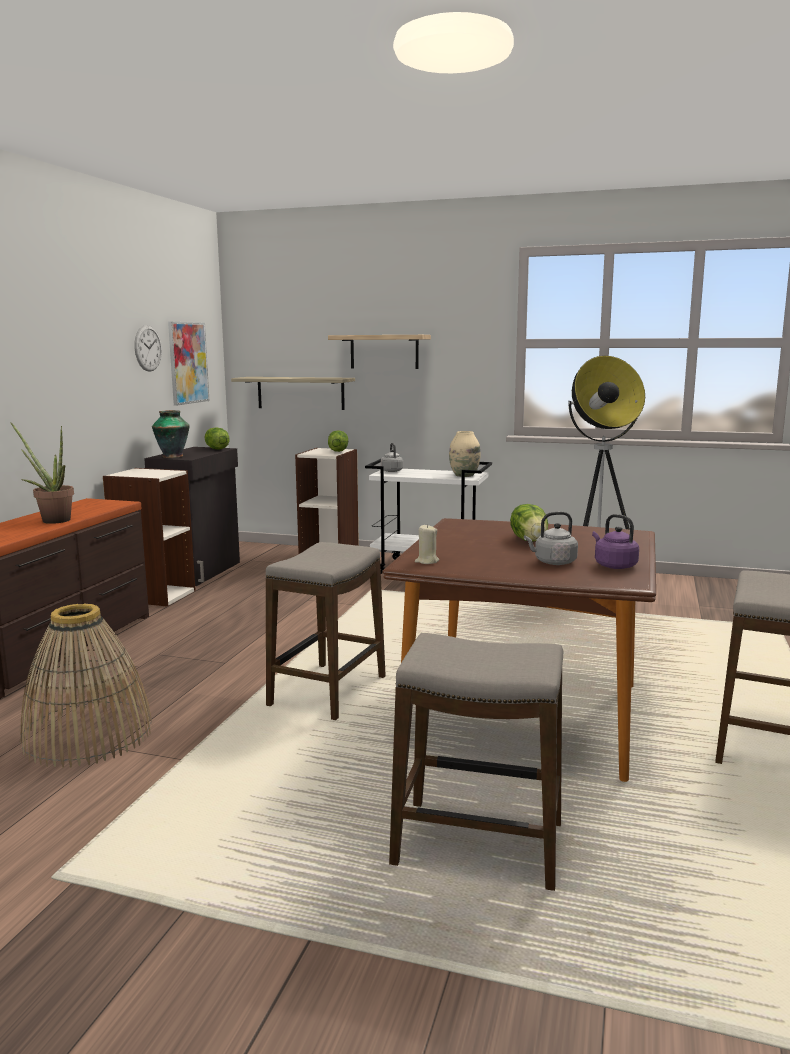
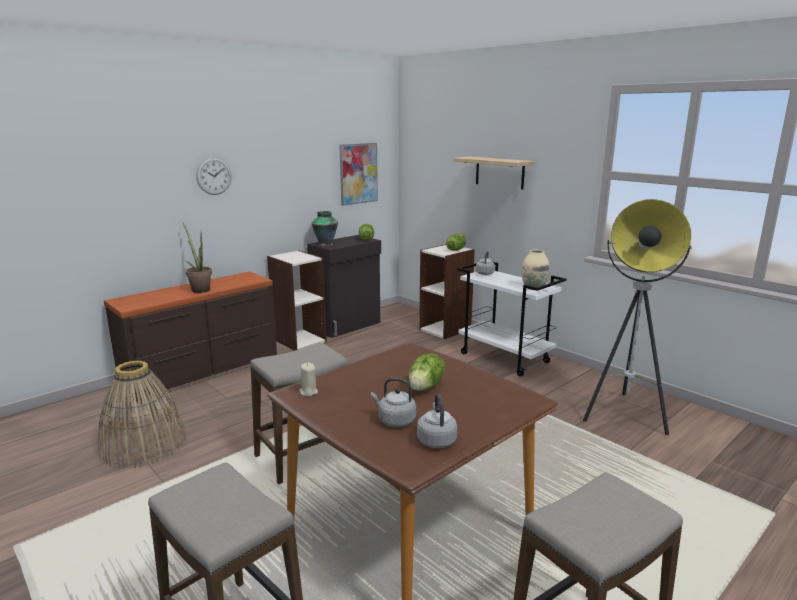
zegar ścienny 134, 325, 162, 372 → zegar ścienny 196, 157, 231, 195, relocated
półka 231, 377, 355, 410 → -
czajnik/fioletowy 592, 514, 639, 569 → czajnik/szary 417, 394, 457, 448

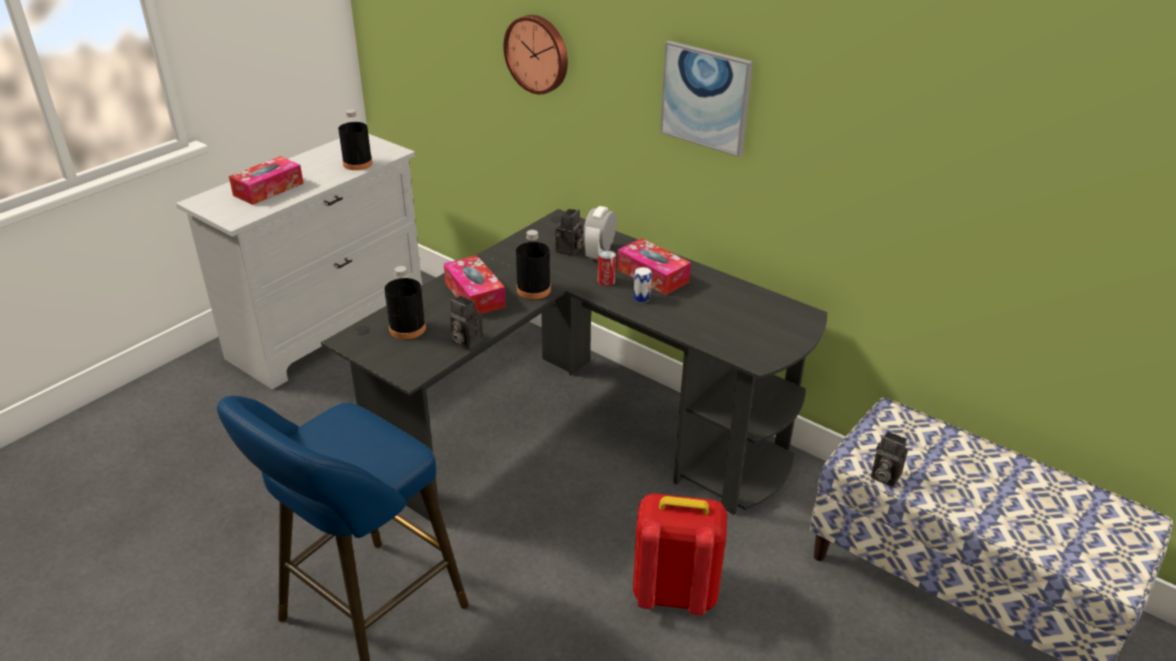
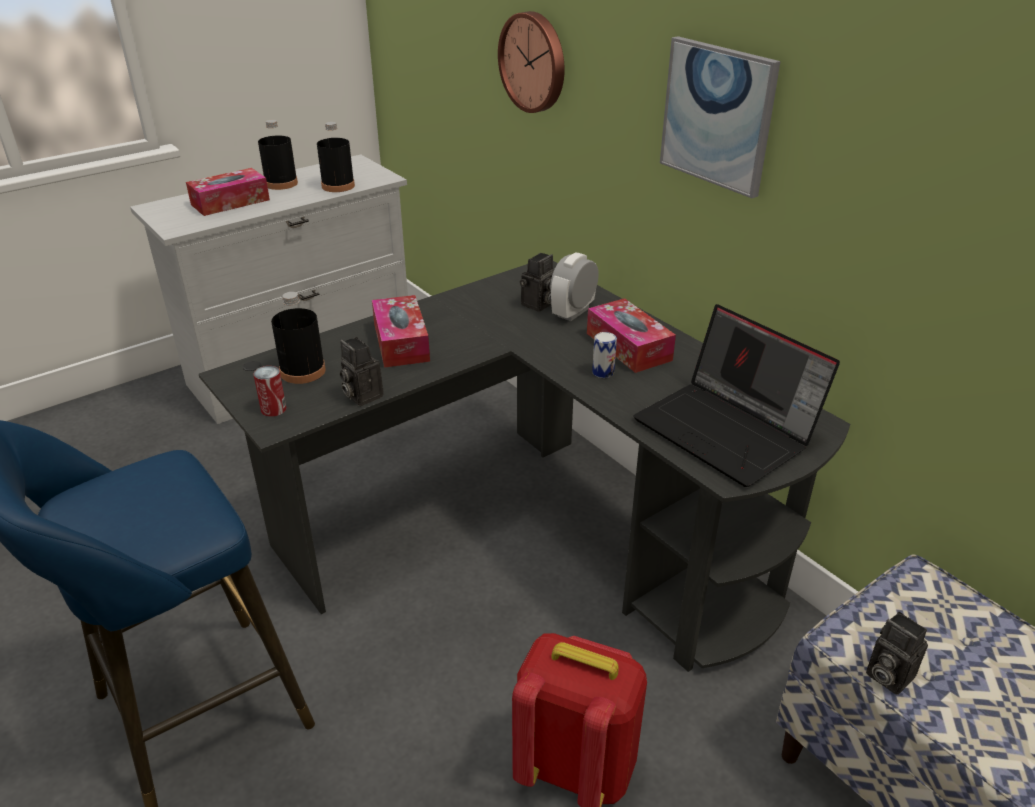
butelka/czarny 516, 230, 551, 299 → butelka/czarny 258, 120, 298, 190, relocated
puszka 598, 250, 616, 286 → puszka 253, 366, 287, 417, relocated
- → laptop 633, 304, 840, 487

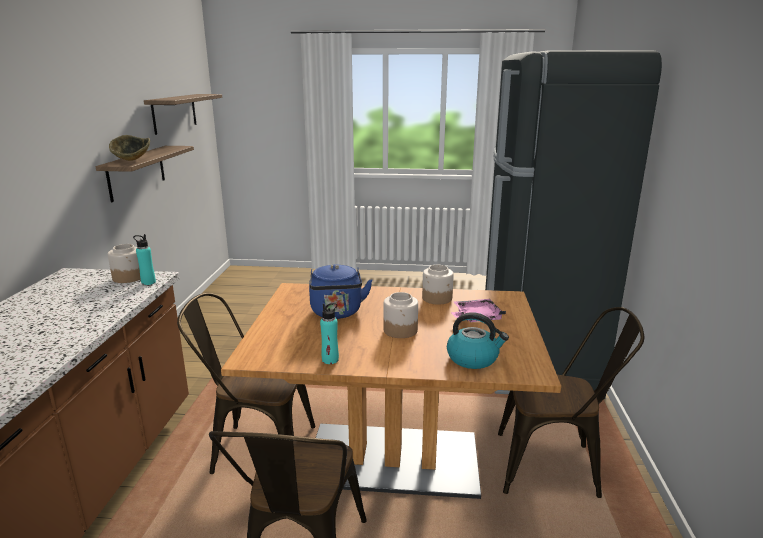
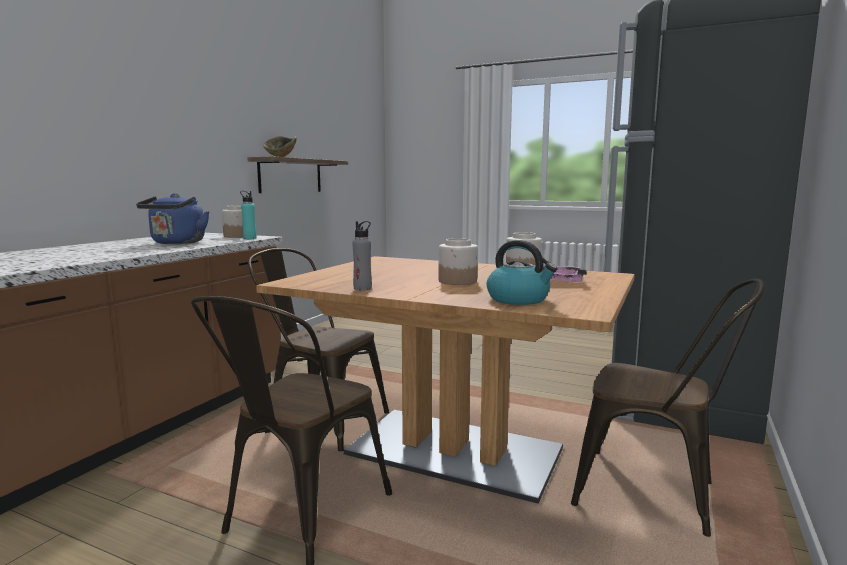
półka 144, 94, 222, 135 → -
czajnik/niebieski 309, 264, 373, 319 → czajnik/niebieski 136, 193, 209, 244, relocated
butelka/turkusowy 320, 303, 339, 364 → butelka/szary 352, 221, 372, 290

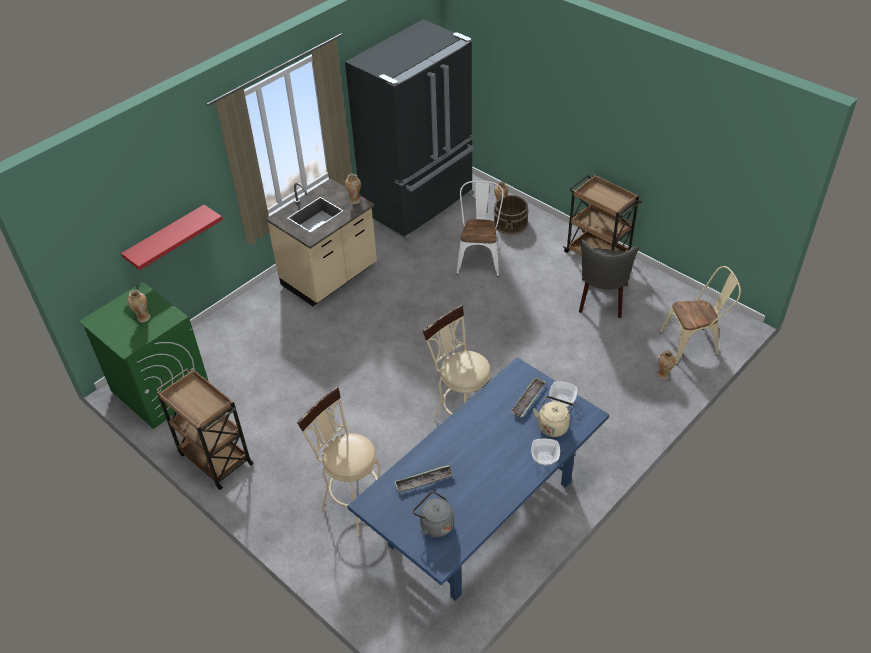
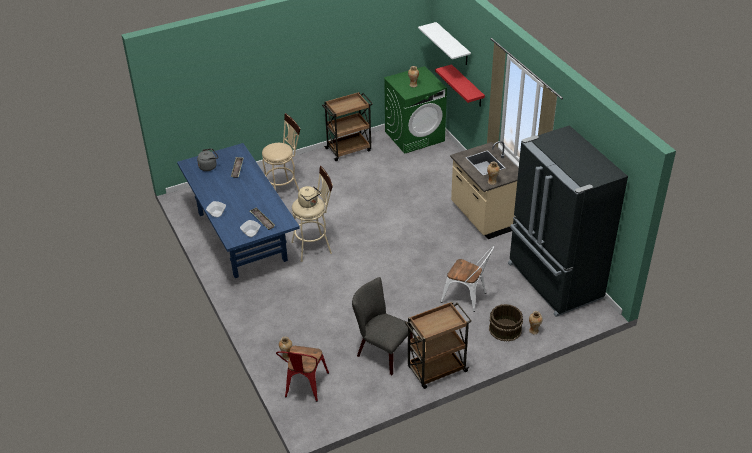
czajnik/beżowy 533, 396, 574, 437 → czajnik/beżowy 298, 186, 321, 208, relocated
krzesło/beżowy 659, 266, 741, 365 → krzesło/czerwony 276, 346, 329, 402
- → półka/biały 418, 22, 471, 65

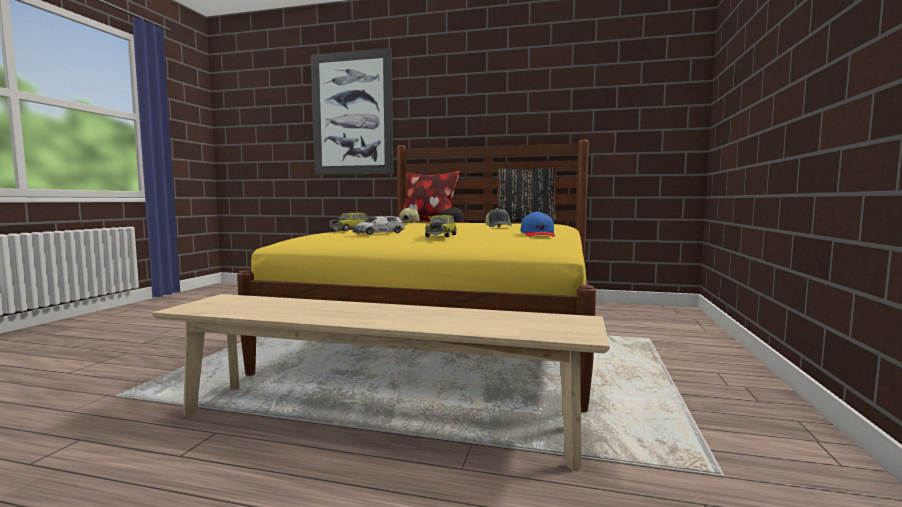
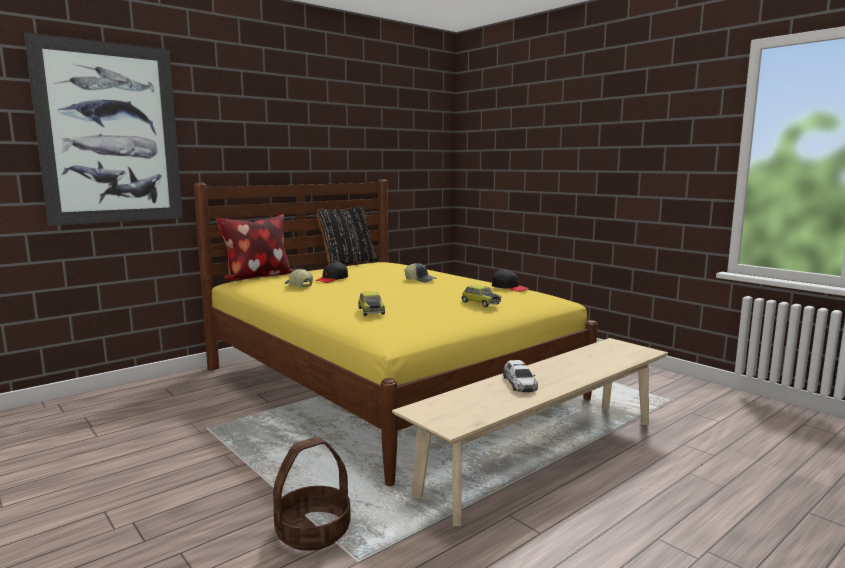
samochodzik 352, 216, 405, 235 → samochodzik 503, 360, 538, 392, relocated
czapka z daszkiem/niebieski 521, 211, 555, 237 → czapka z daszkiem/czarny 492, 269, 530, 292
- → koszyk 273, 437, 351, 551

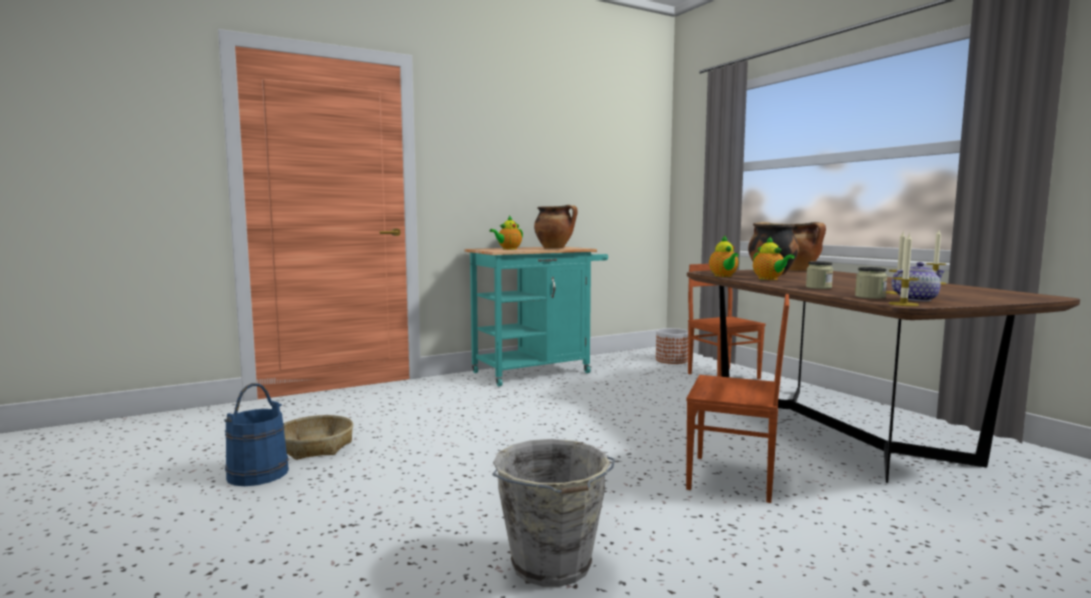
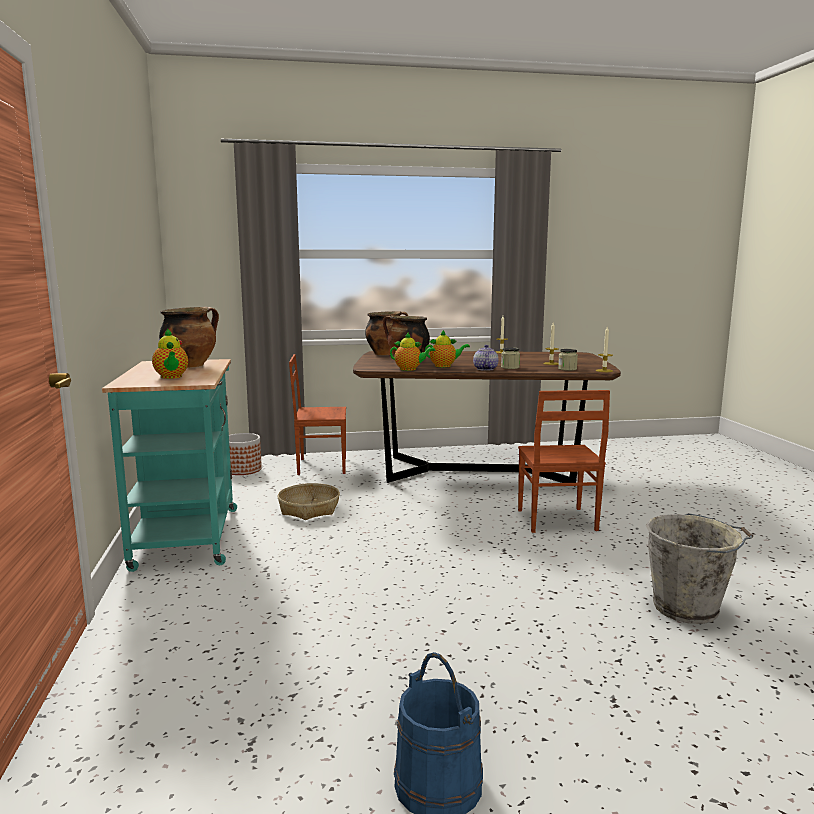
koszyk 284, 415, 353, 460 → koszyk 277, 483, 340, 520, relocated
krzesło/brązowy 686, 294, 789, 503 → krzesło/brązowy 518, 390, 610, 533, 135 degrees clockwise
imbryk 891, 262, 945, 301 → imbryk 473, 345, 498, 371, relocated

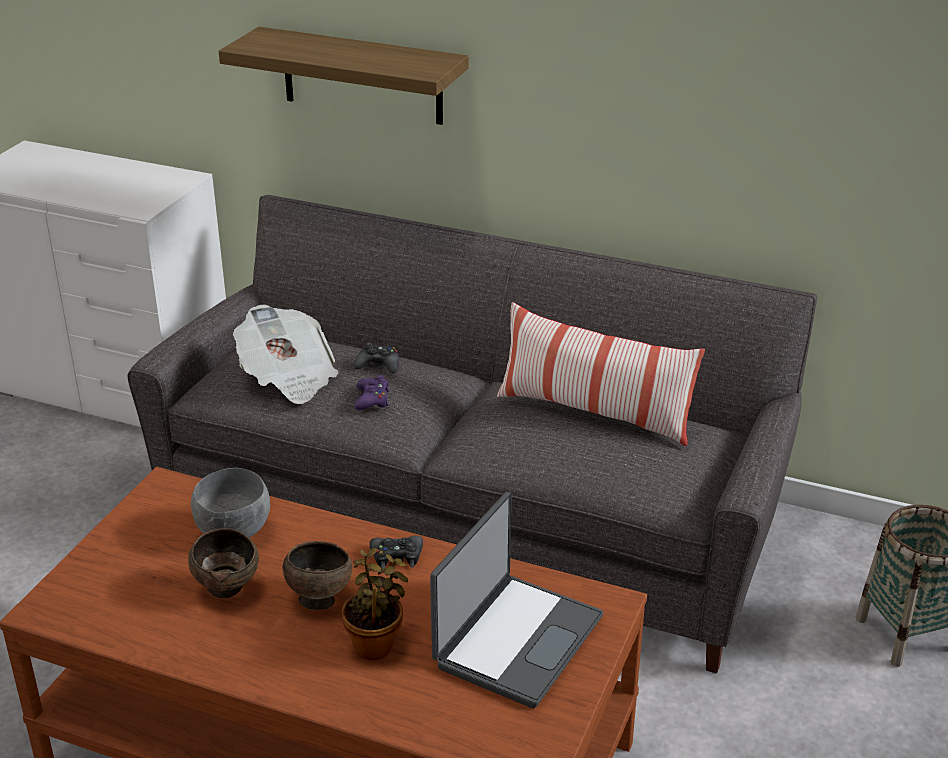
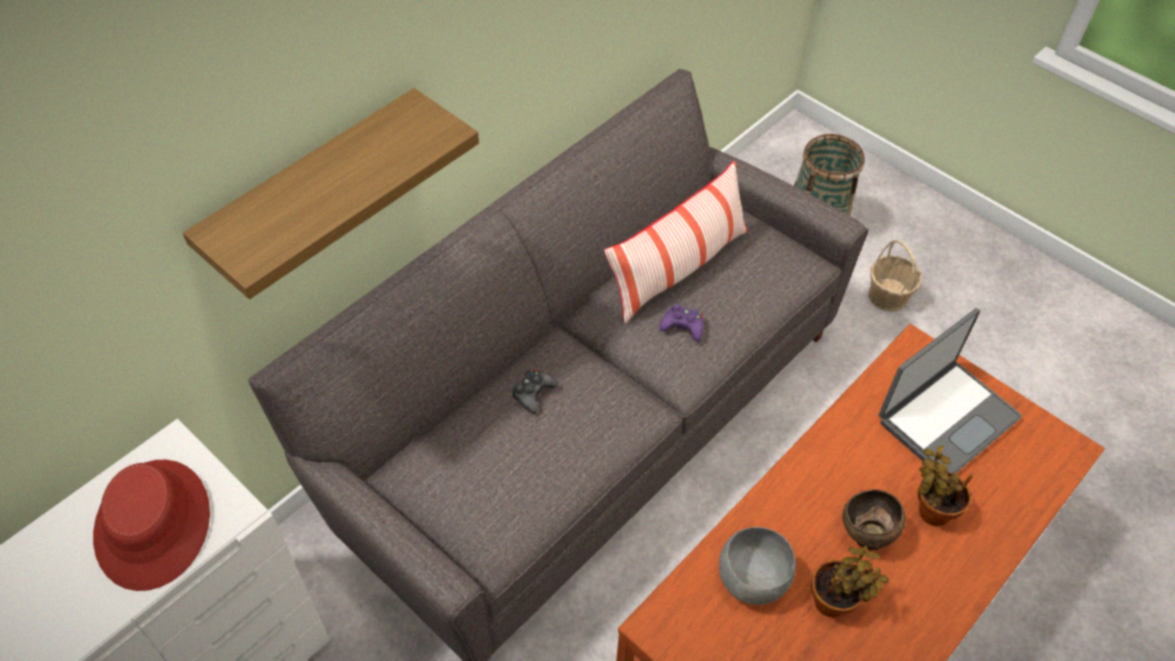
miska/brązowy 188, 528, 259, 598 → roślina doniczkowa 811, 546, 889, 617
gazeta 233, 305, 338, 404 → -
pad do gier/fioletowy 354, 375, 390, 410 → pad do gier/fioletowy 660, 304, 704, 341, relocated
pad do gier/czarny 369, 536, 423, 569 → -
laptop 430, 492, 603, 708 → laptop 879, 308, 1022, 474, 90 degrees clockwise
- → kapelusz/czerwony 93, 460, 210, 591
- → koszyk 868, 240, 922, 312

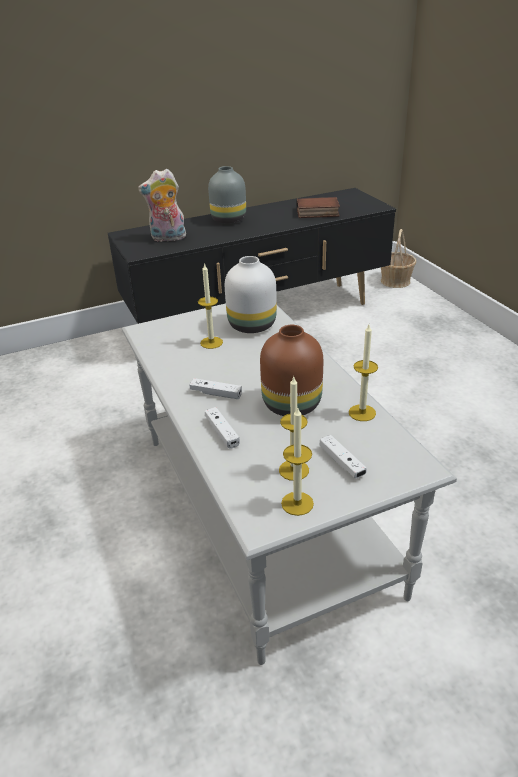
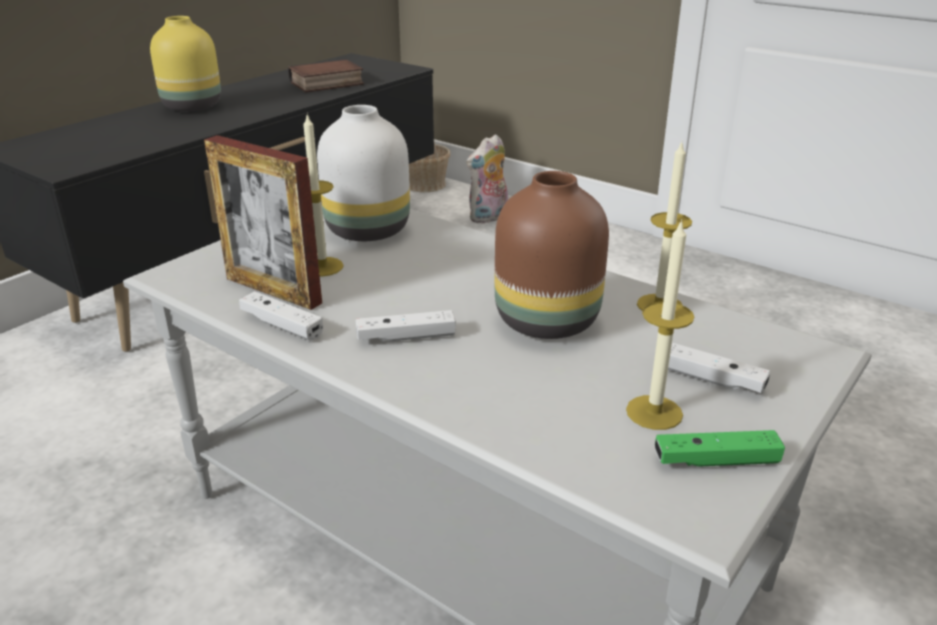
pluszak 138, 169, 186, 242 → pluszak 466, 134, 508, 224, relocated
pad do gier/biały 205, 407, 240, 449 → pad do gier/biały 239, 291, 323, 341, relocated
wazon/szary 208, 166, 246, 224 → wazon/żółty 150, 16, 221, 111
świeca 281, 406, 314, 516 → pad do gier/zielony 655, 430, 785, 466
- → ramka na zdjęcie 204, 135, 322, 310

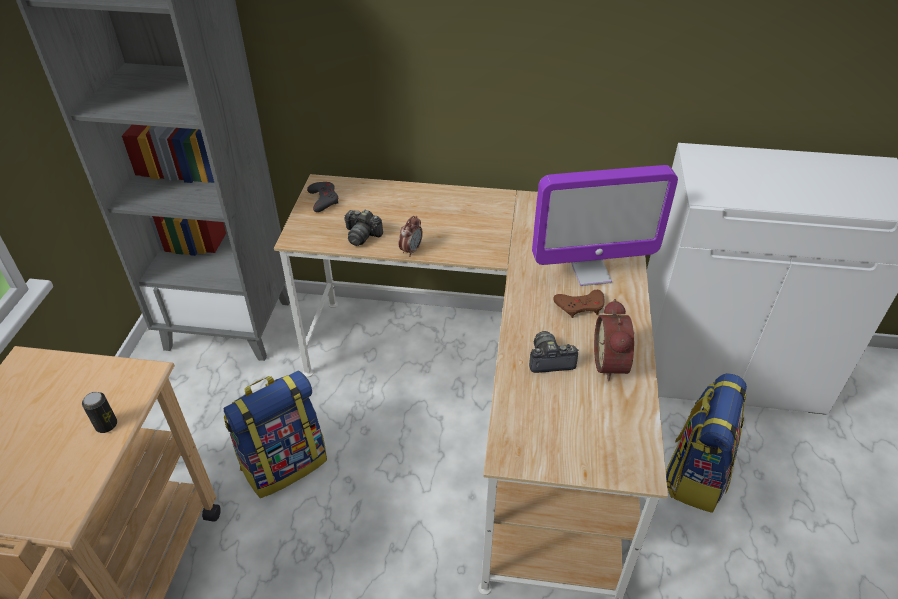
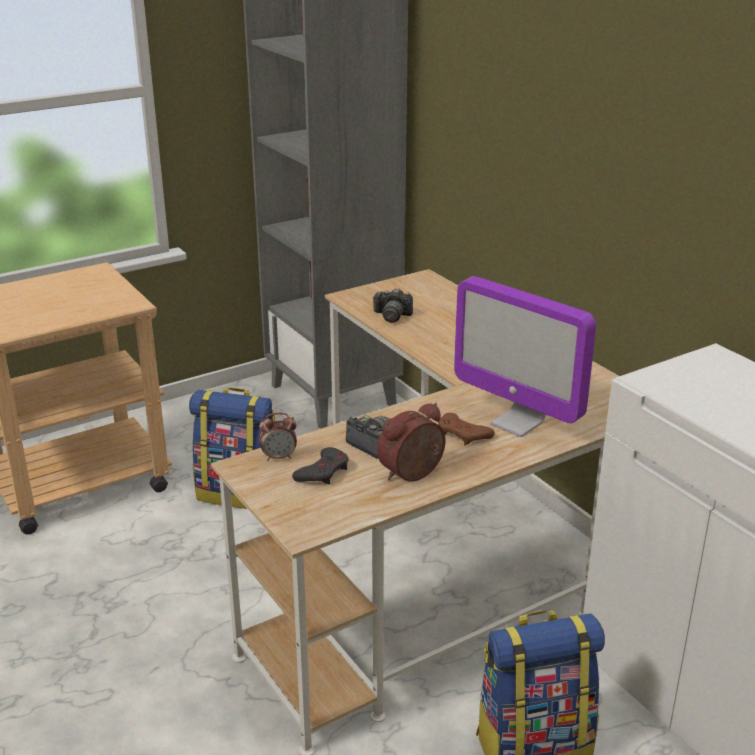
puszka 82, 392, 117, 433 → -
pad do gier/szary 307, 182, 338, 212 → pad do gier/szary 292, 447, 349, 485, relocated
aparat fotograficzny 344, 209, 383, 246 → aparat fotograficzny 372, 288, 413, 322, 60 degrees counterclockwise
budzik 398, 216, 423, 257 → budzik 259, 413, 297, 461, relocated

